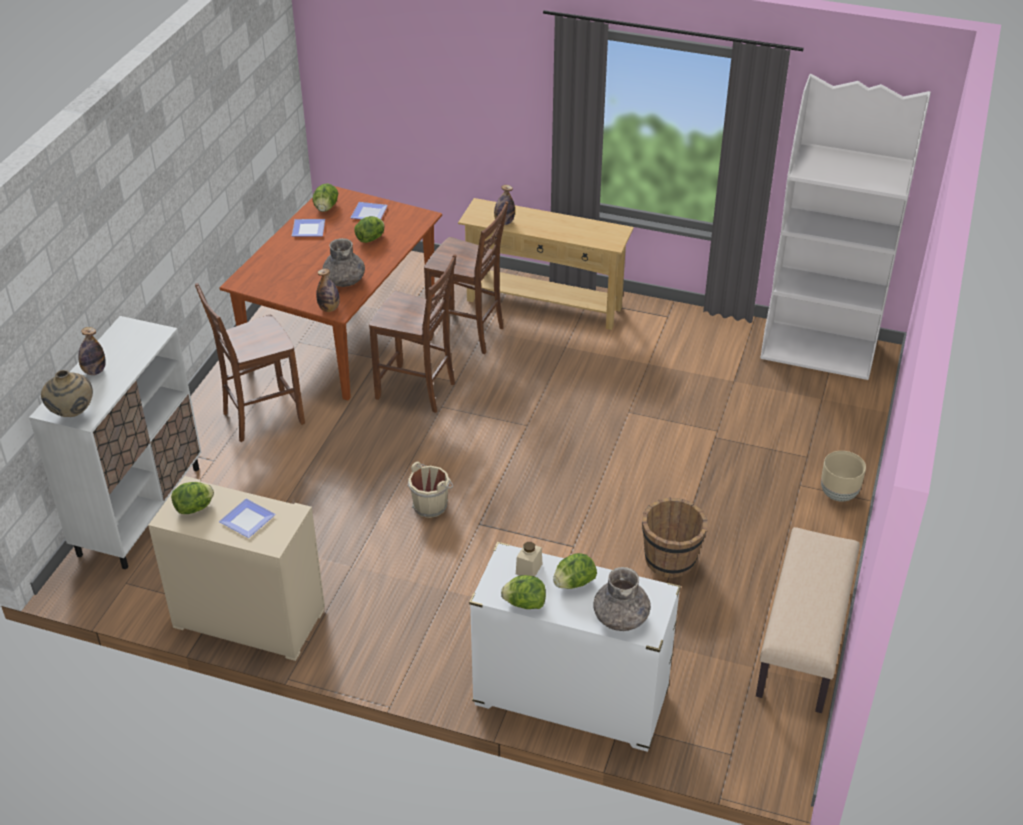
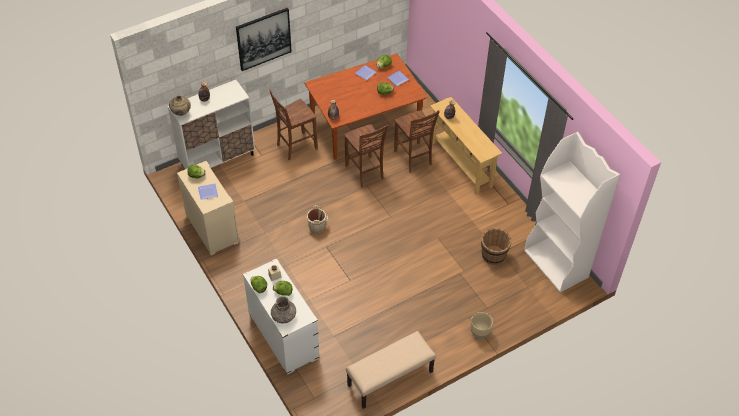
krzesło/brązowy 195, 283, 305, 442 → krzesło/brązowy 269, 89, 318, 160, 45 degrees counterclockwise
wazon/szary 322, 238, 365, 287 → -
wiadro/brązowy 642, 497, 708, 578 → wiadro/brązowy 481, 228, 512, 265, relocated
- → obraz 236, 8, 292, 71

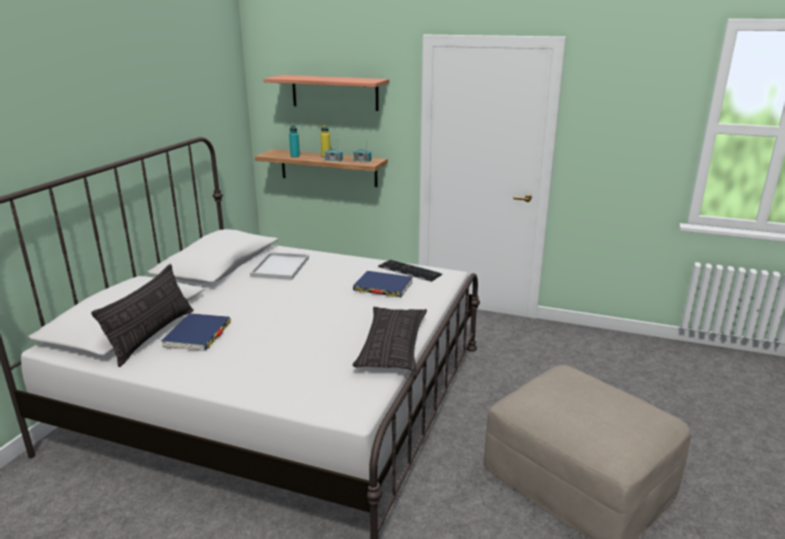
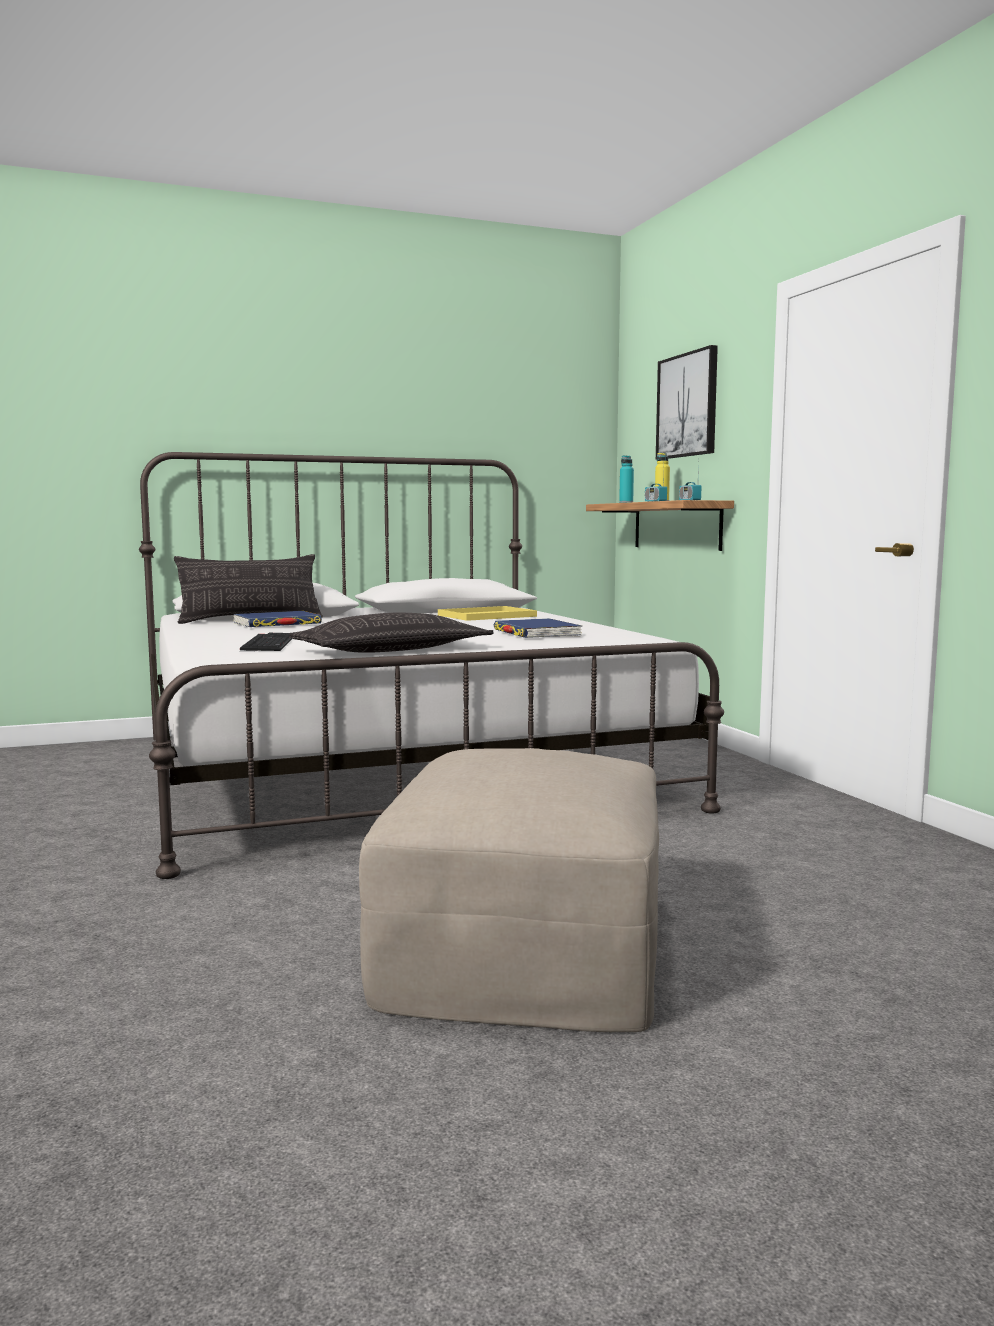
taca/biały 250, 252, 309, 280 → taca/żółty 438, 606, 537, 621
półka 263, 75, 389, 111 → obraz 656, 345, 718, 459
klawiatura 378, 260, 442, 282 → klawiatura 240, 633, 292, 652, relocated

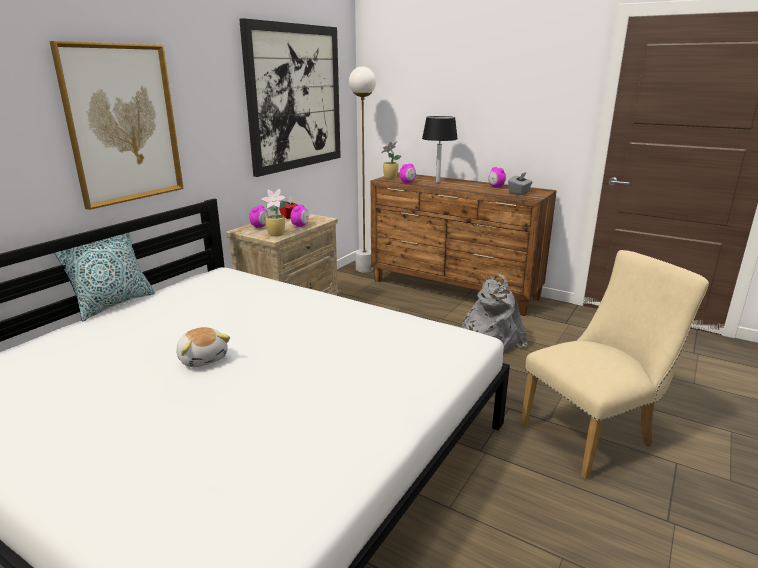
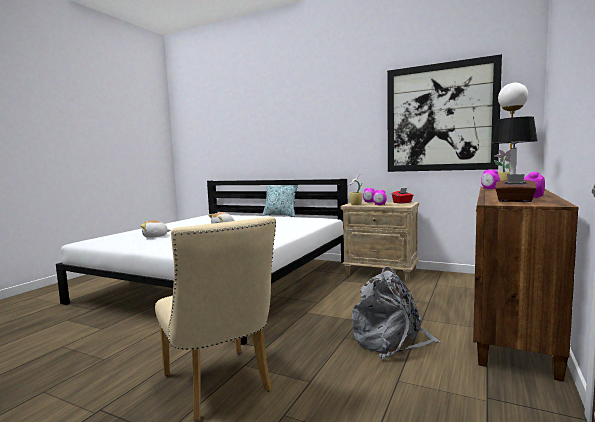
obraz 50, 41, 184, 210 → -
pudełko chusteczek/szary 508, 173, 533, 195 → pudełko chusteczek/brązowy 495, 174, 536, 202
- → pluszak 141, 220, 171, 238

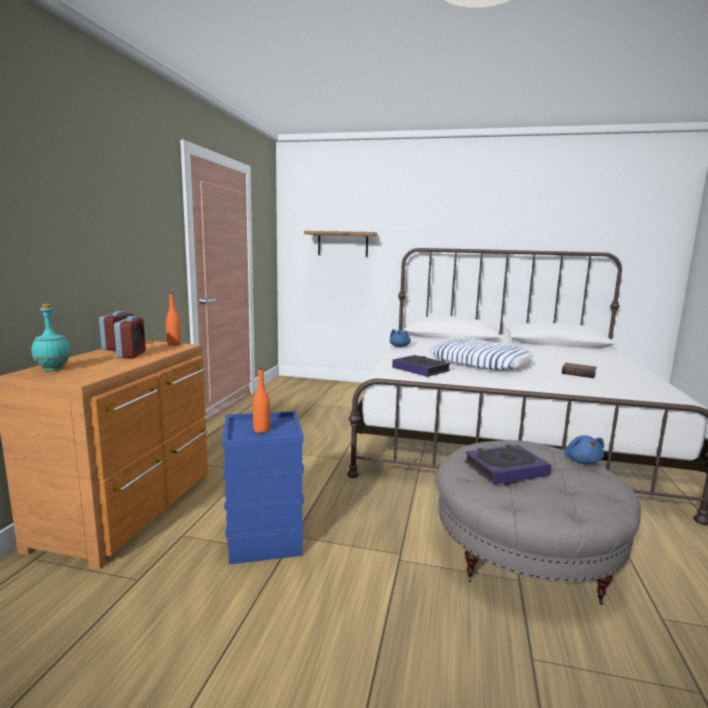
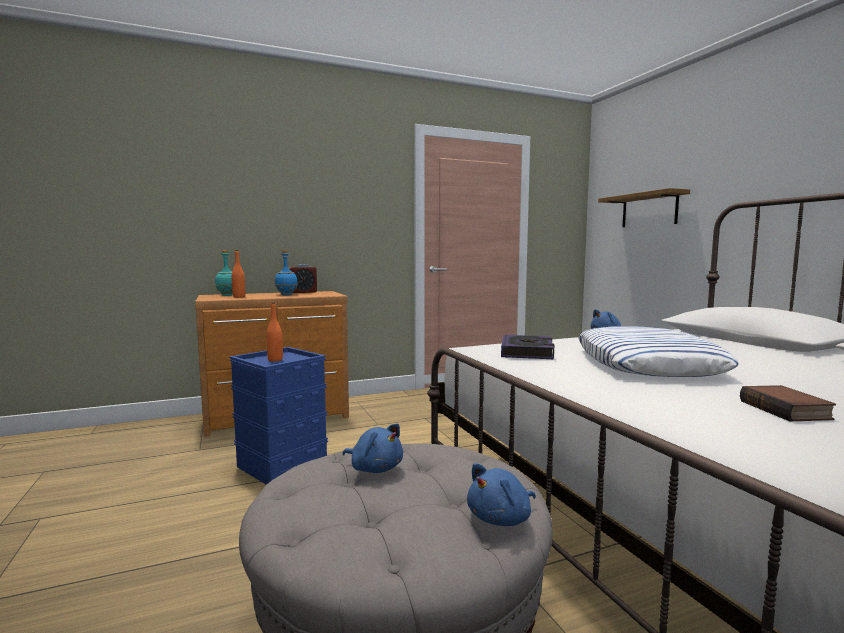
budzik 114, 316, 146, 358 → butelka/niebieski 275, 250, 298, 295
butelka/pomarańczowy 166, 293, 181, 346 → butelka/pomarańczowy 232, 250, 245, 298, relocated
książka 465, 444, 551, 484 → pluszak/niebieski 343, 424, 403, 473

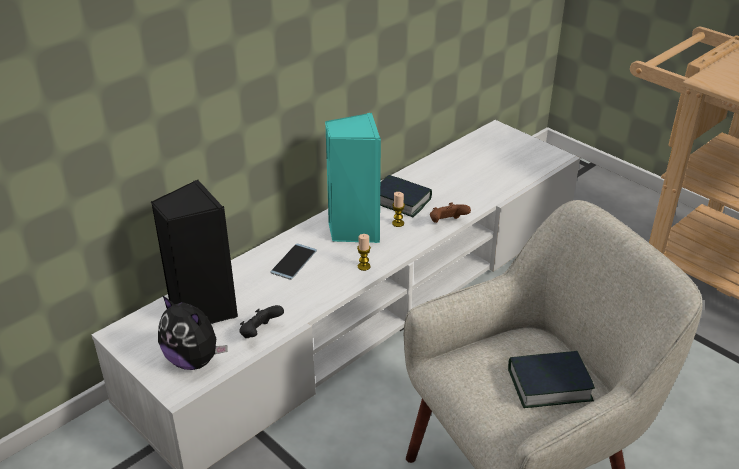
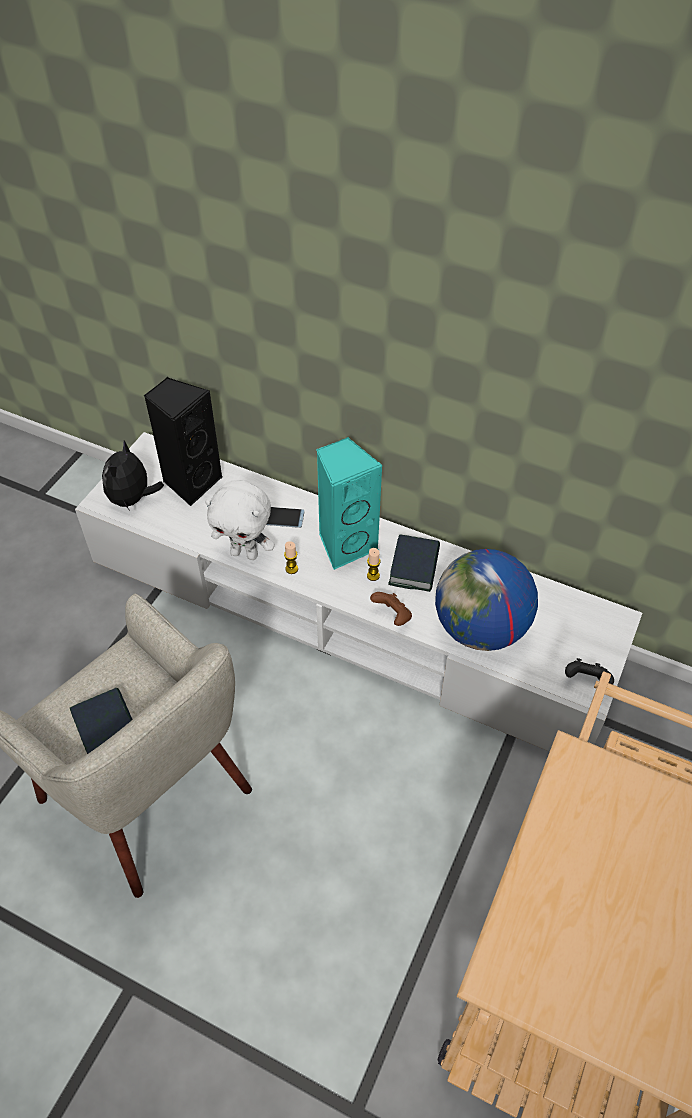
pad do gier/czarny 239, 305, 284, 338 → pad do gier/czarny 565, 658, 614, 685, relocated
- → pluszak/biały 205, 480, 275, 560
- → globus 435, 549, 538, 651

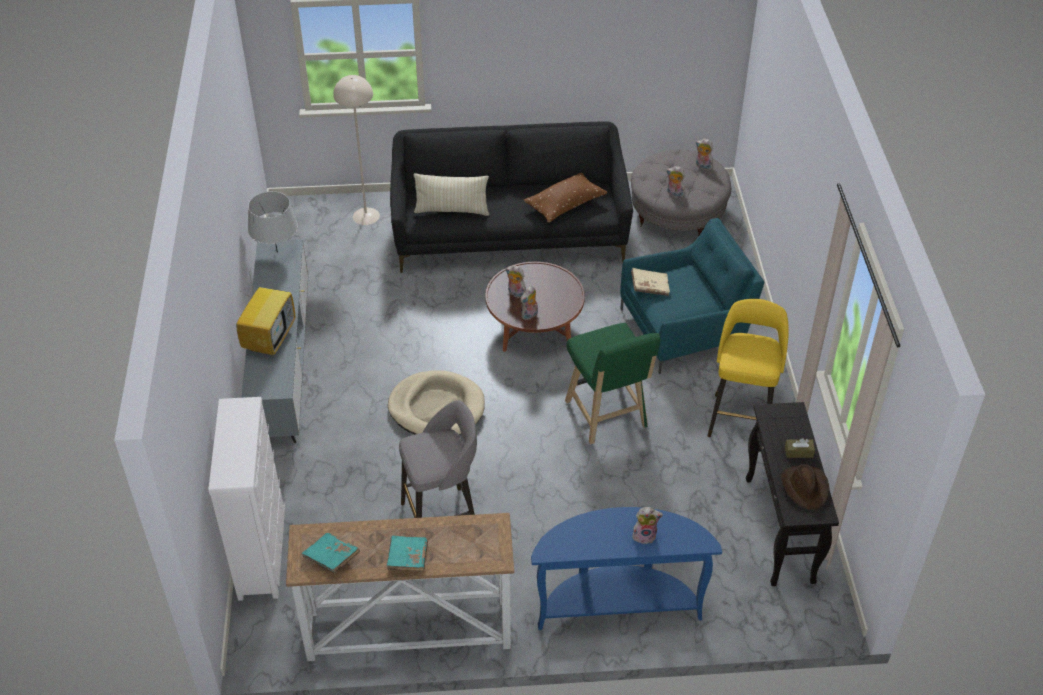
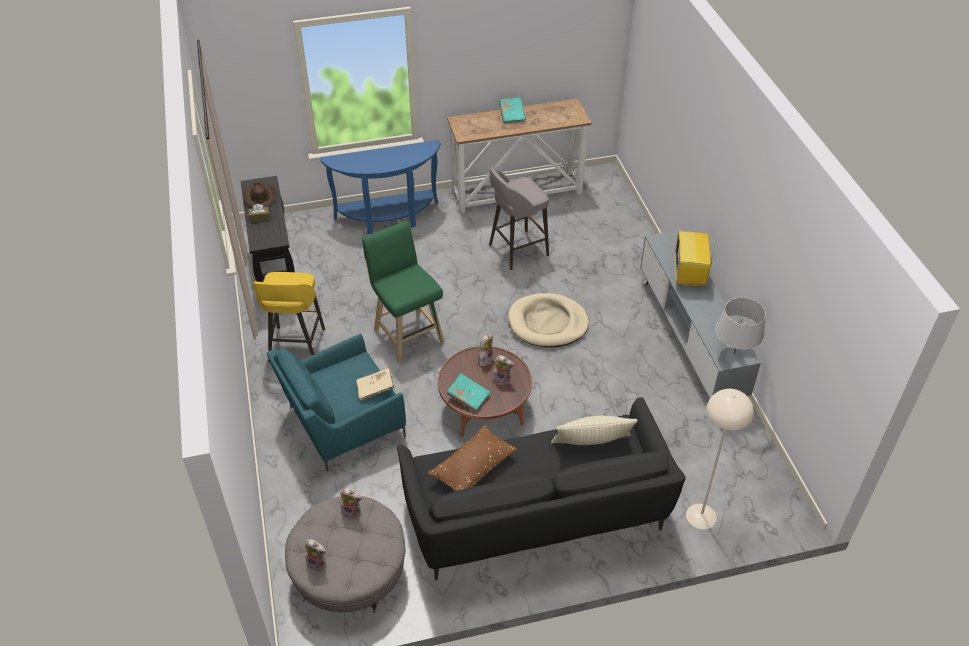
komoda/biały 208, 397, 285, 601 → -
książka/turkusowy 302, 533, 360, 573 → książka/turkusowy 447, 373, 490, 412, relocated
pluszak 632, 507, 663, 544 → -

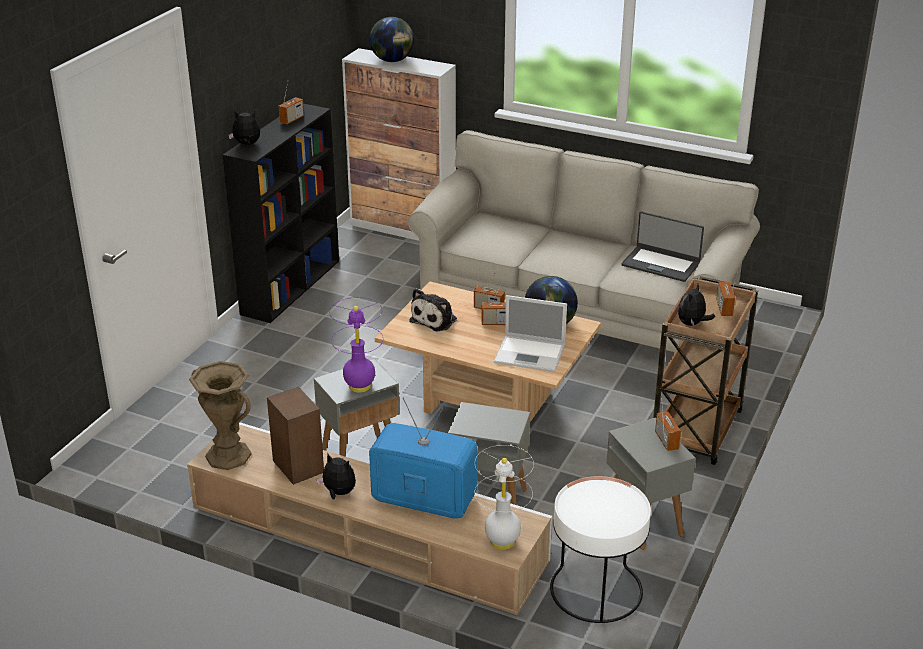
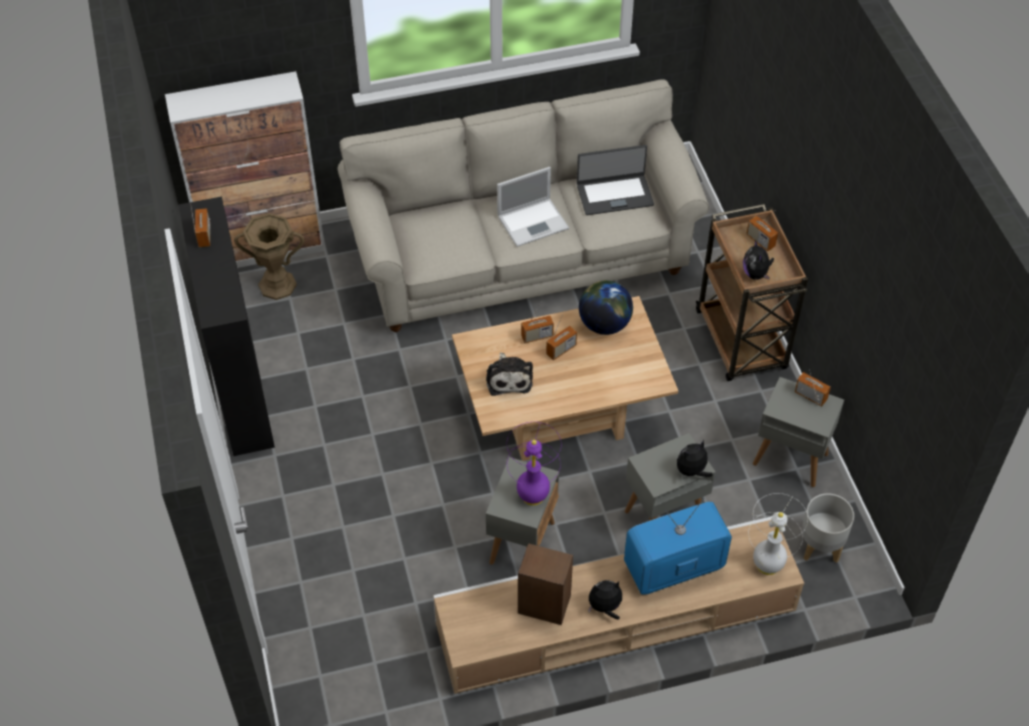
wazon/brązowy 189, 361, 251, 470 → wazon/brązowy 234, 213, 304, 300, relocated
pluszak 228, 110, 260, 145 → pluszak 677, 440, 713, 479, relocated
globus 370, 17, 414, 62 → -
laptop 494, 295, 567, 372 → laptop 497, 167, 569, 247, relocated
stolik/biały 550, 476, 651, 623 → donica/szary 802, 493, 854, 563

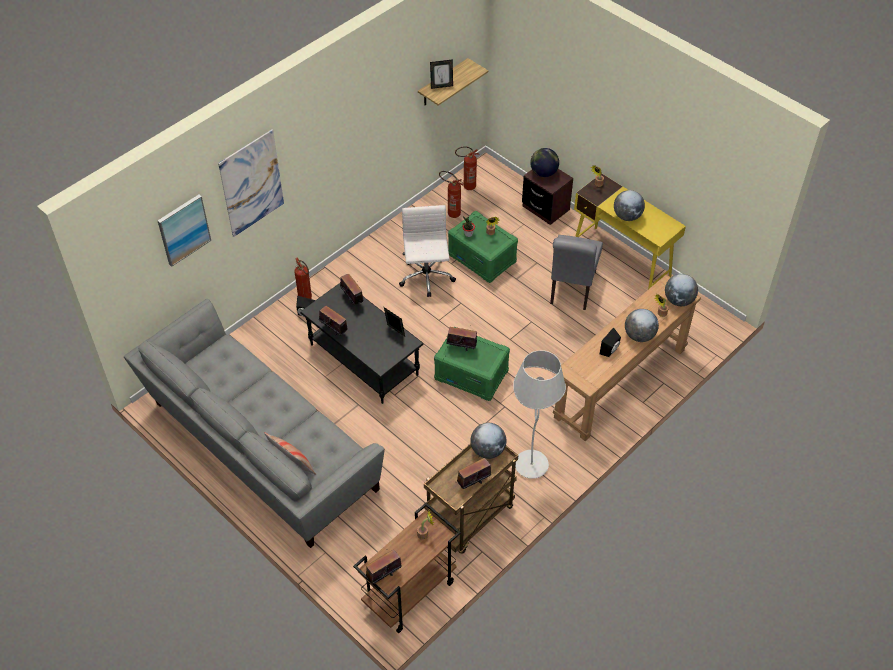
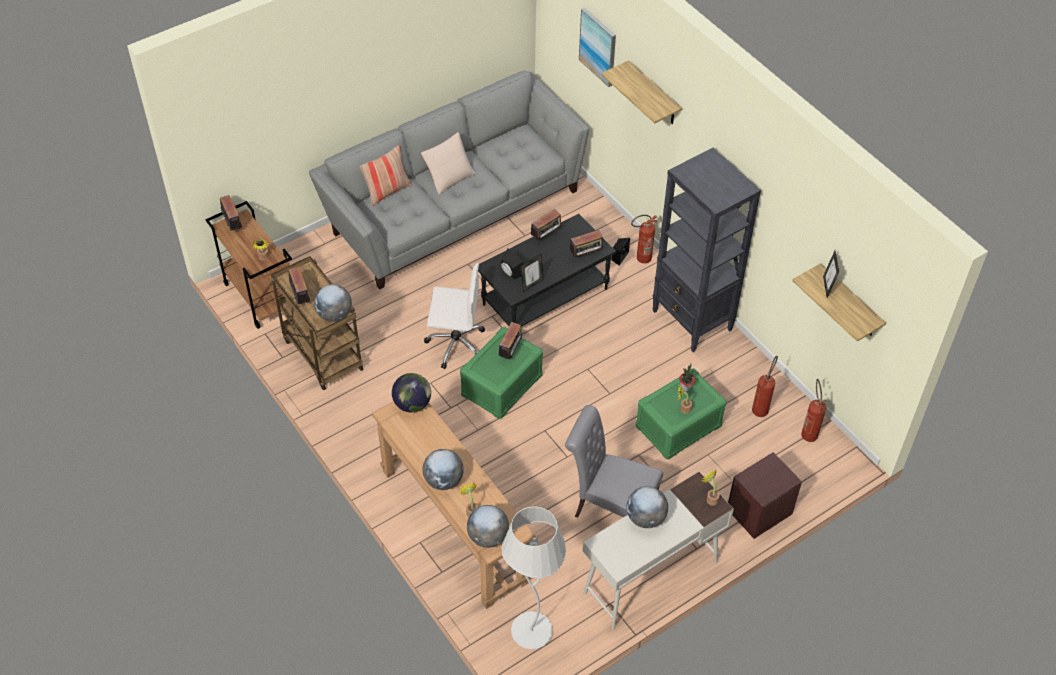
obraz 218, 129, 284, 237 → półka 601, 60, 682, 124
krzesło biurowe/biały 399, 205, 456, 297 → krzesło biurowe/biały 424, 263, 485, 369, relocated
lampa stojąca/biały 513, 350, 566, 479 → lampa stojąca/biały 501, 506, 566, 649, relocated
globus 530, 148, 559, 177 → globus 392, 373, 431, 412, relocated
biurko/żółty 574, 174, 686, 289 → biurko/biały 583, 472, 734, 630
głośnik/czarny 600, 327, 621, 357 → głośnik/czarny 501, 249, 523, 280, relocated
- → poduszka/beżowy 421, 132, 476, 195
- → regał/czarny 652, 148, 761, 352

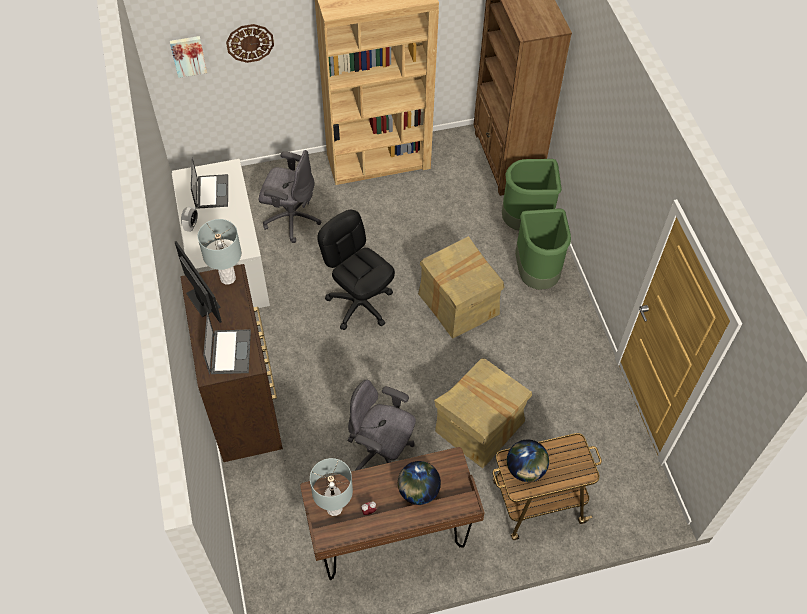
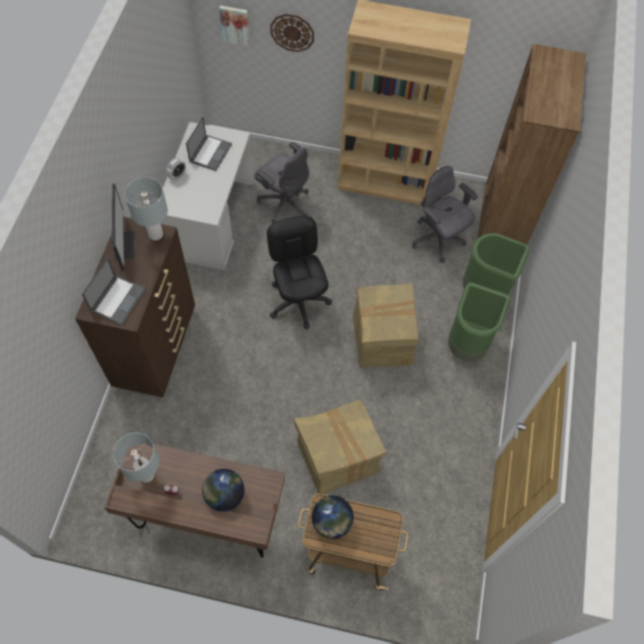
krzesło biurowe/szary 348, 379, 416, 471 → krzesło biurowe/szary 413, 166, 478, 263, relocated

